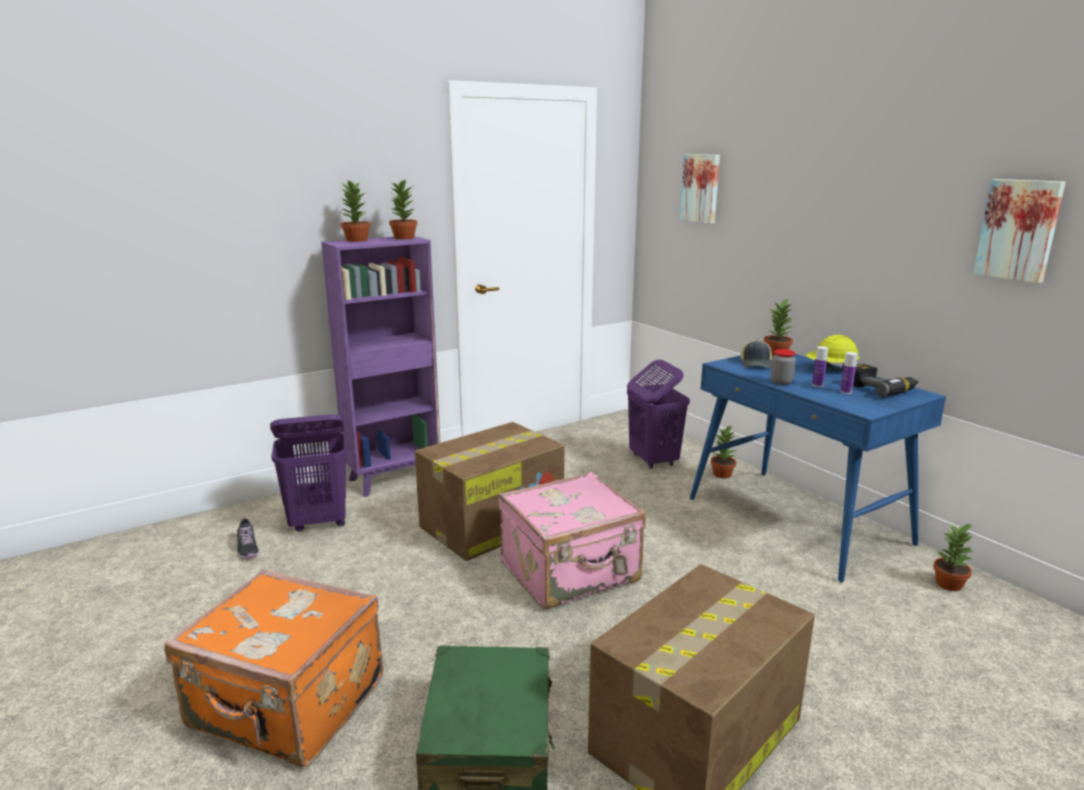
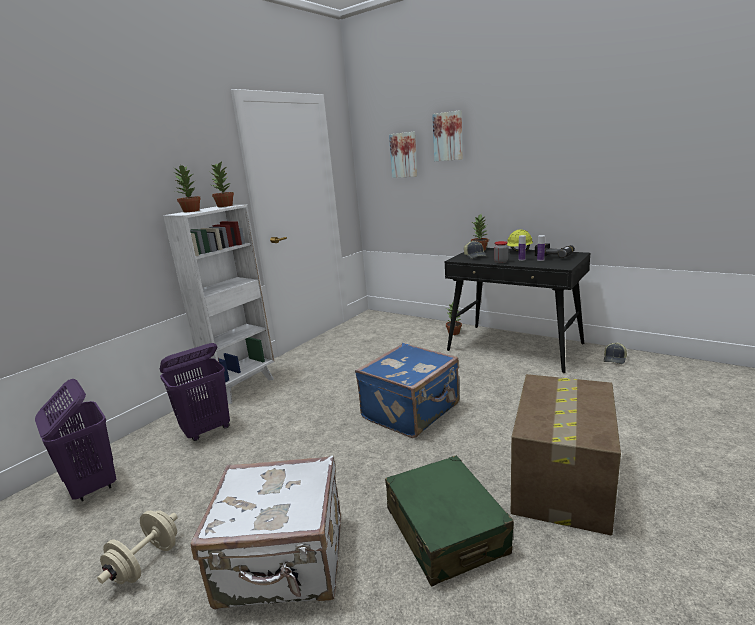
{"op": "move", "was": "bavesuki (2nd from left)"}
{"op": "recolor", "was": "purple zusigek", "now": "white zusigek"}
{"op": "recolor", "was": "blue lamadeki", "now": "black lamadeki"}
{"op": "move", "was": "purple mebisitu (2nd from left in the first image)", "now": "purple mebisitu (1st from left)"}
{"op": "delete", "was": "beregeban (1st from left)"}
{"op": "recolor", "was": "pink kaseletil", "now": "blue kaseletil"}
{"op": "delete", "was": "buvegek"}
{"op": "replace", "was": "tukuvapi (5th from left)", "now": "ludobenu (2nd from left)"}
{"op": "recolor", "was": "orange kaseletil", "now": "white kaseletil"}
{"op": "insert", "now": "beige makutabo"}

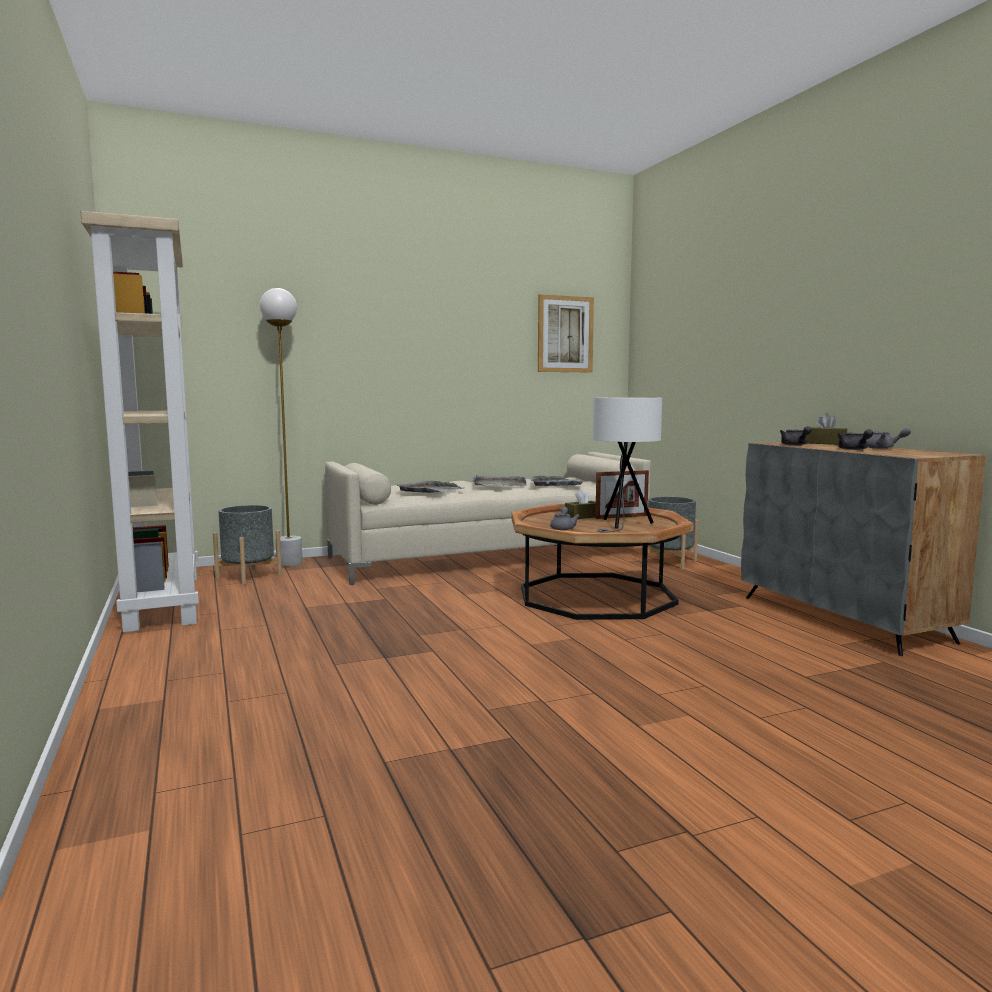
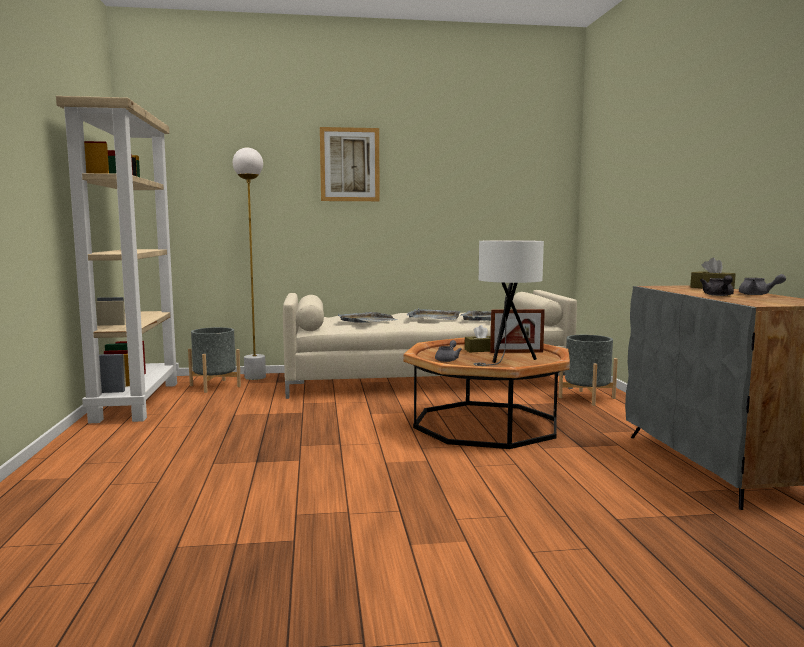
{"op": "move", "was": "bavesuki"}
{"op": "delete", "was": "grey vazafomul (2nd from left)"}

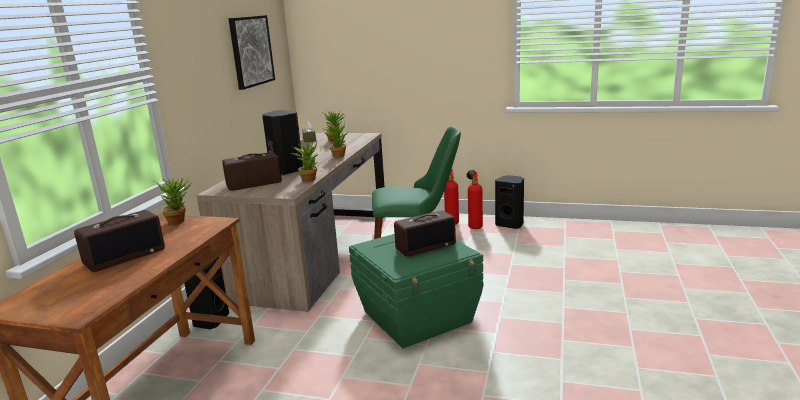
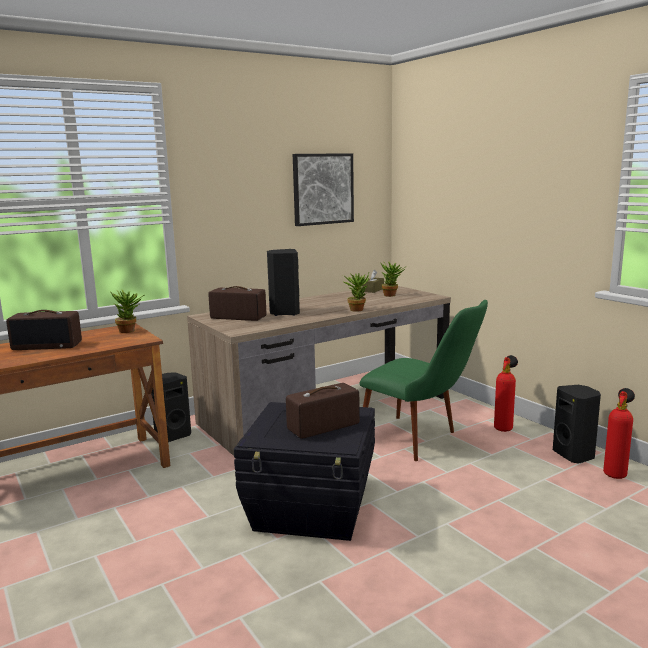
{"op": "delete", "was": "tukuvapi (2nd from left)"}
{"op": "move", "was": "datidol (2nd from left)"}
{"op": "rotate", "was": "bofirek (3rd from left)", "clockwise": 135}
{"op": "recolor", "was": "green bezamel", "now": "black bezamel"}

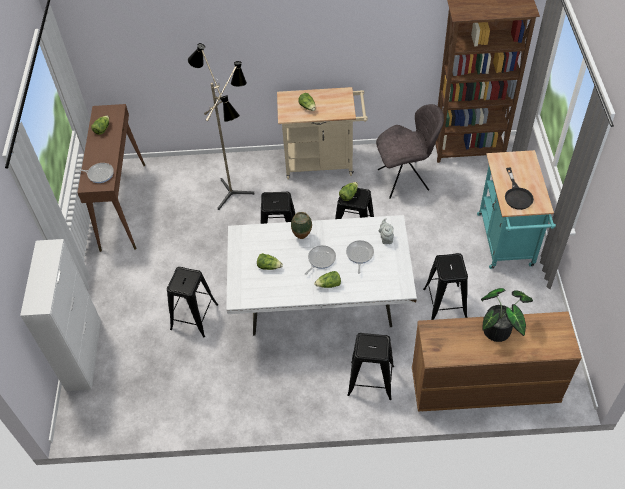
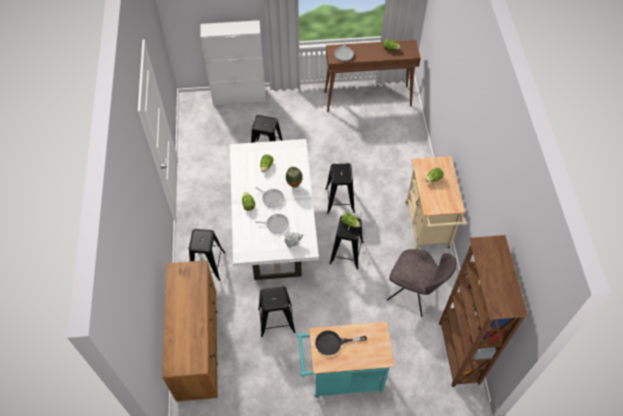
{"op": "delete", "was": "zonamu"}
{"op": "rotate", "was": "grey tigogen", "clockwise": -45}
{"op": "delete", "was": "tukuvapi"}

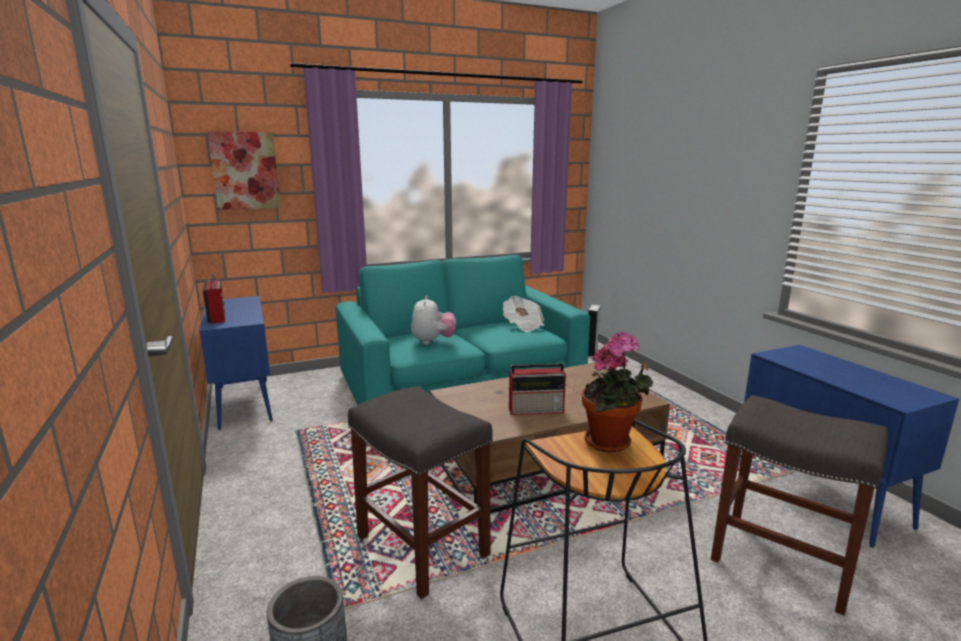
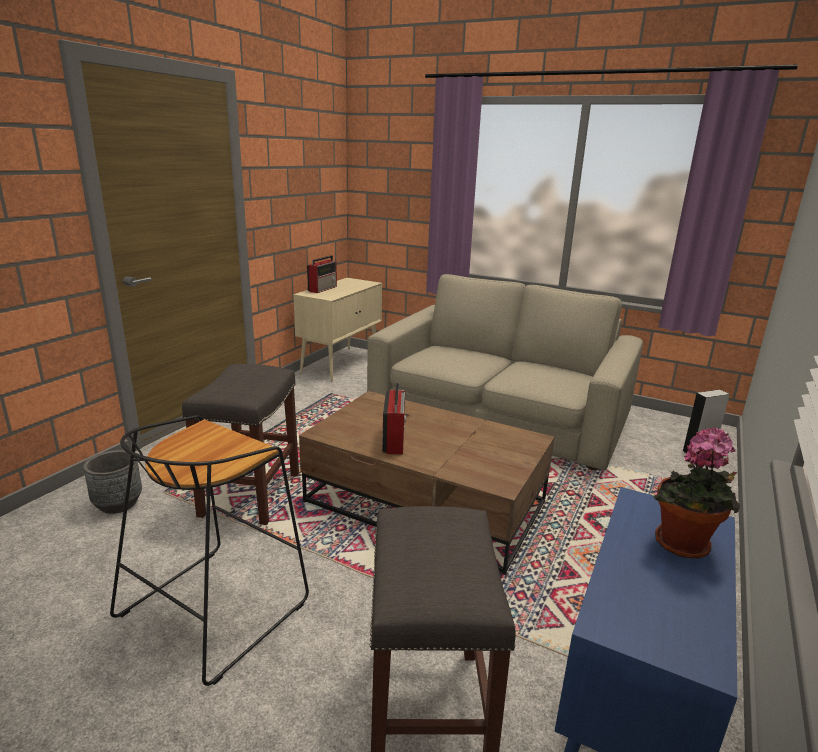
{"op": "delete", "was": "bavesuki"}
{"op": "recolor", "was": "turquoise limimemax", "now": "beige limimemax"}
{"op": "recolor", "was": "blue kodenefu (1st from left)", "now": "beige kodenefu"}
{"op": "delete", "was": "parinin"}
{"op": "delete", "was": "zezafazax"}
{"op": "move", "was": "tukuvapi"}
{"op": "rotate", "was": "bofirek (2nd from left)", "clockwise": -135}

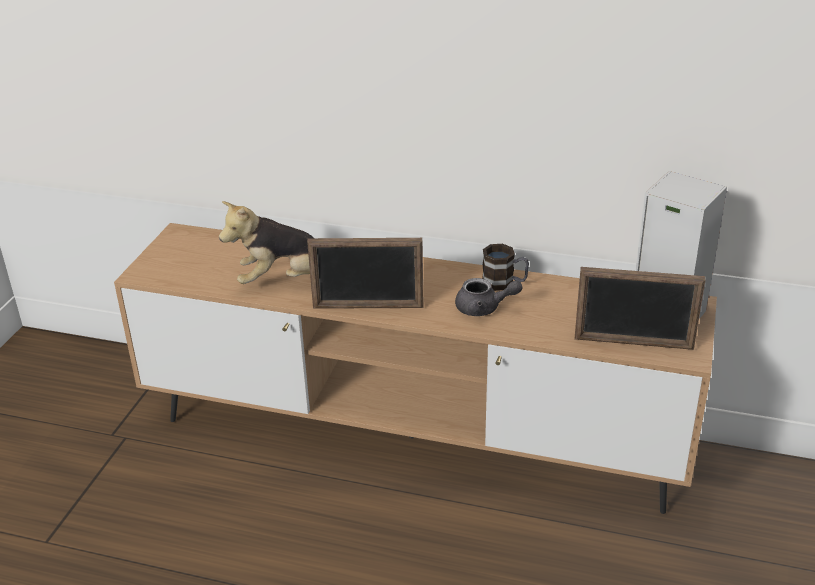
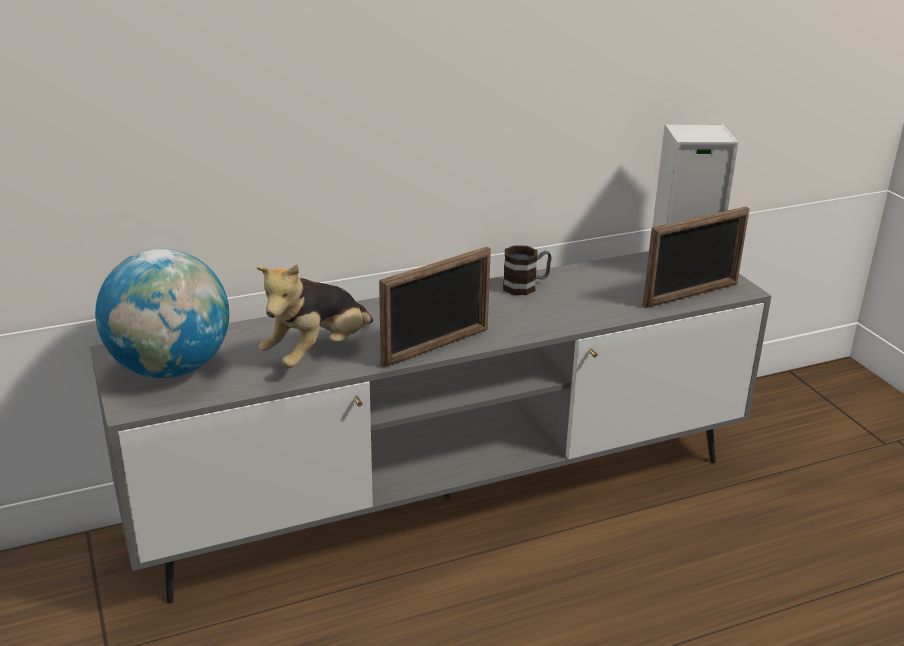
{"op": "recolor", "was": "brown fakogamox", "now": "grey fakogamox"}
{"op": "delete", "was": "grey vazafomul"}
{"op": "insert", "now": "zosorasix"}

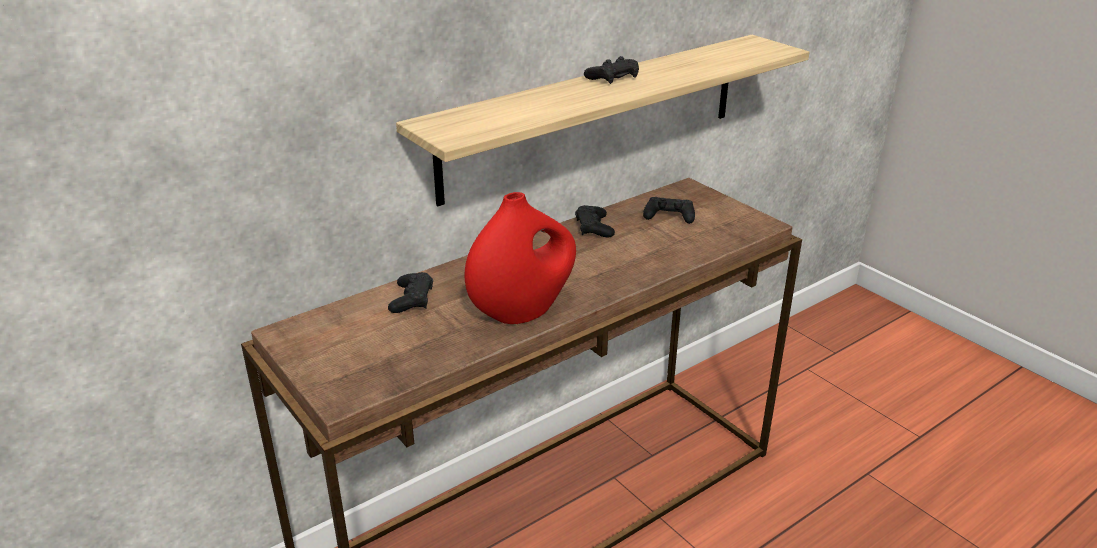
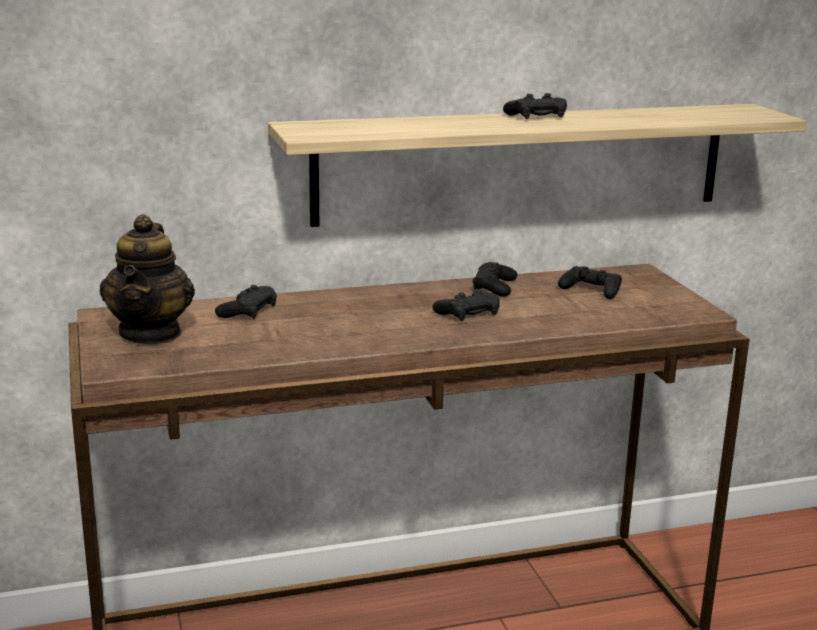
{"op": "delete", "was": "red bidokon"}
{"op": "insert", "now": "vazafomul"}
{"op": "insert", "now": "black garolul (2nd from left)"}

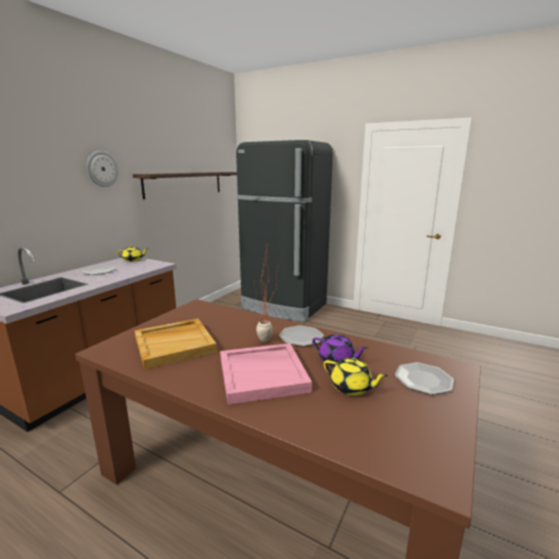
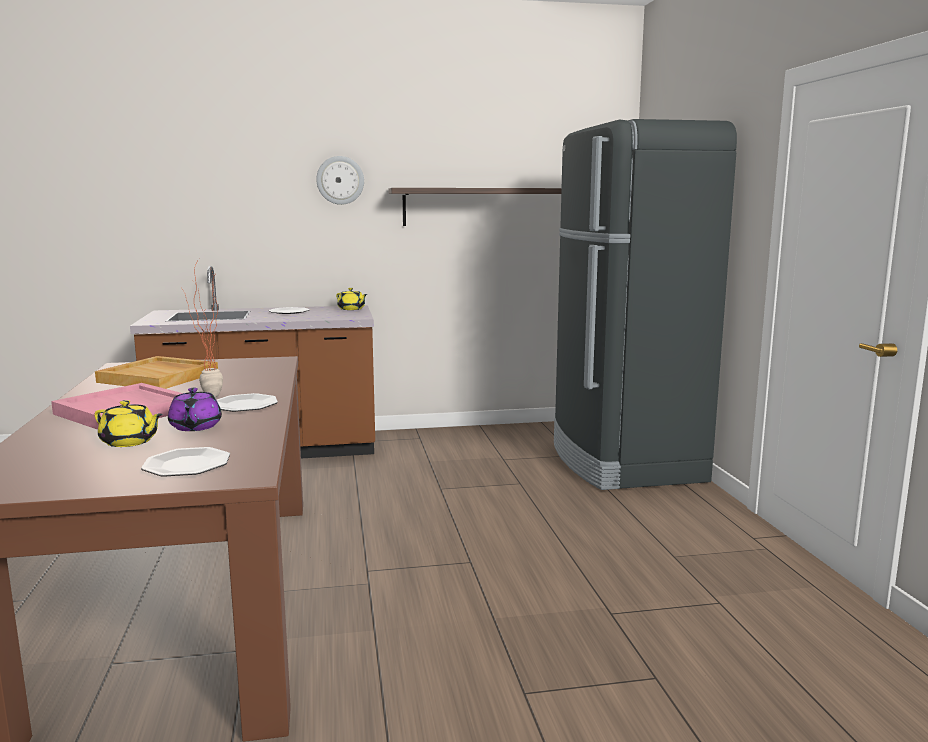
{"op": "rotate", "was": "yellow vazafomul (2nd from left in the first image)", "clockwise": -60}

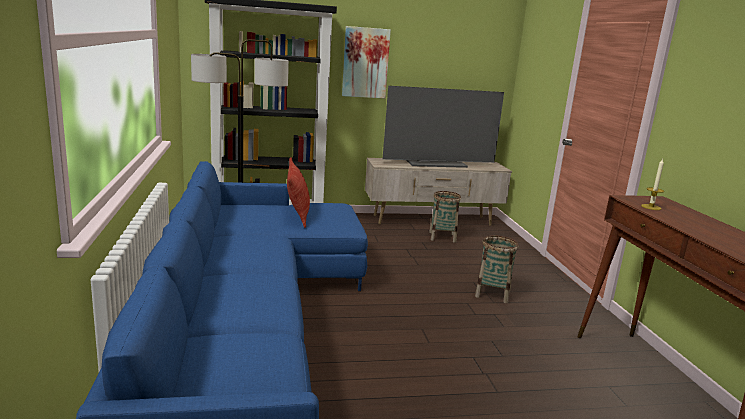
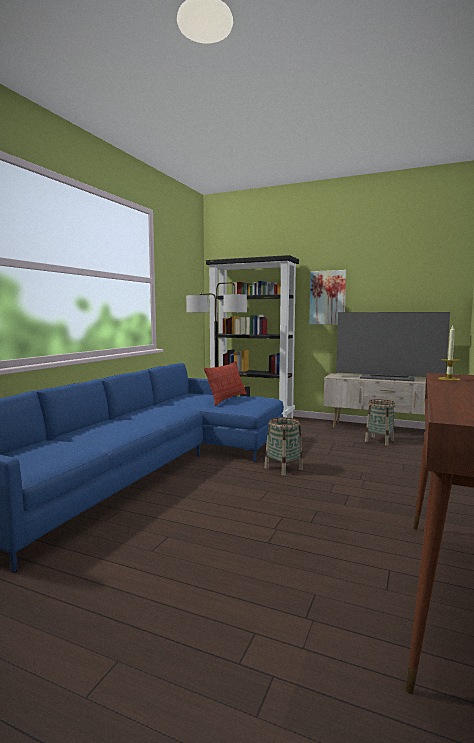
{"op": "move", "was": "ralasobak (2nd from left in the first image)", "now": "ralasobak (1st from left)"}

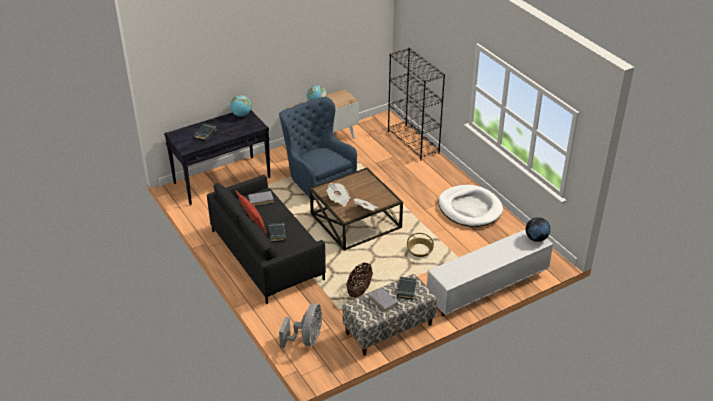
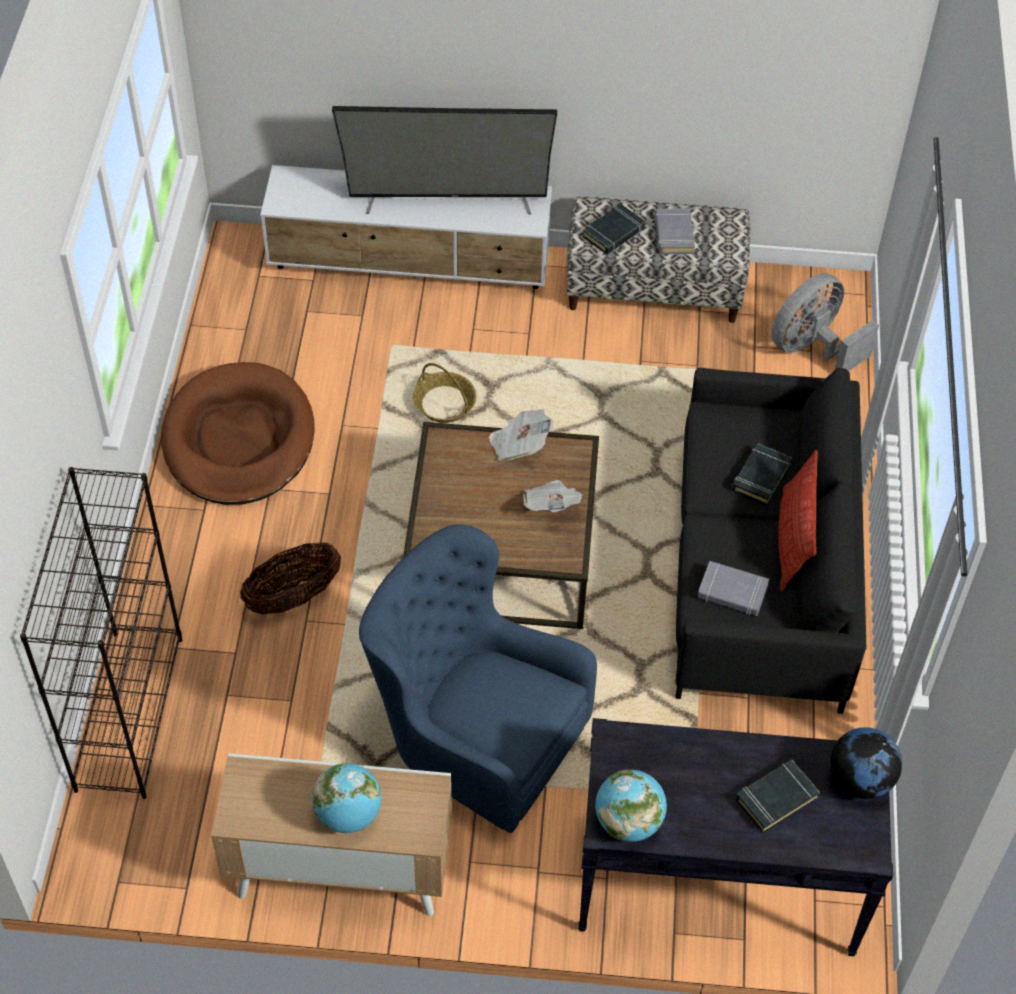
{"op": "rotate", "was": "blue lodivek", "clockwise": 120}
{"op": "recolor", "was": "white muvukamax", "now": "brown muvukamax"}
{"op": "move", "was": "zosorasix (3rd from left)"}
{"op": "move", "was": "ralasobak (1st from left)"}
{"op": "insert", "now": "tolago"}

